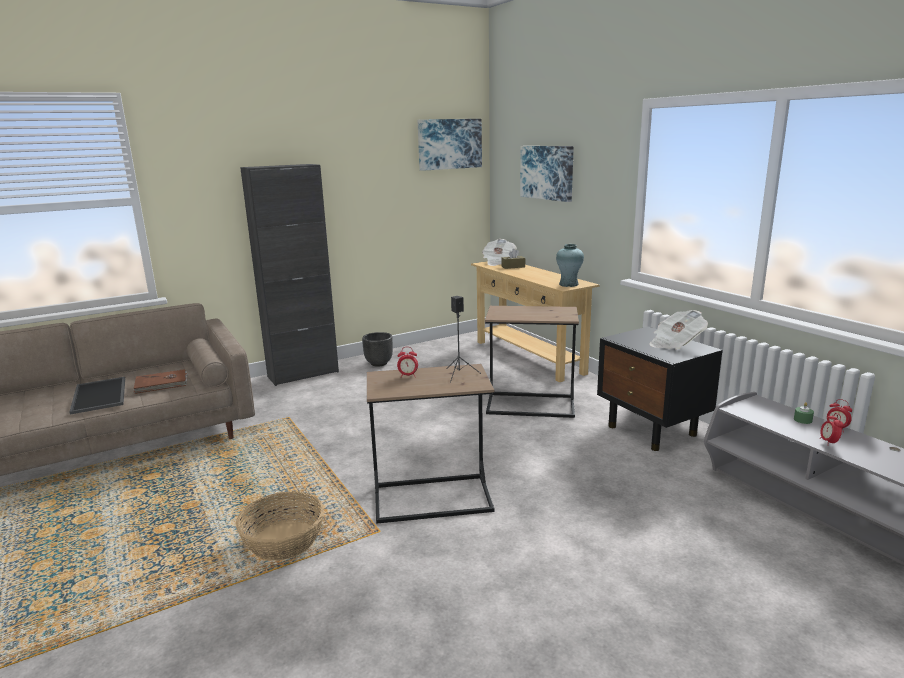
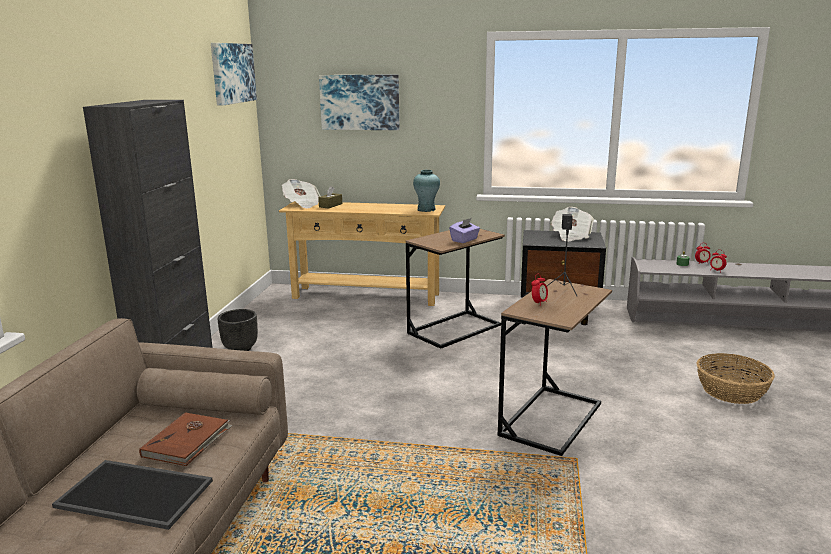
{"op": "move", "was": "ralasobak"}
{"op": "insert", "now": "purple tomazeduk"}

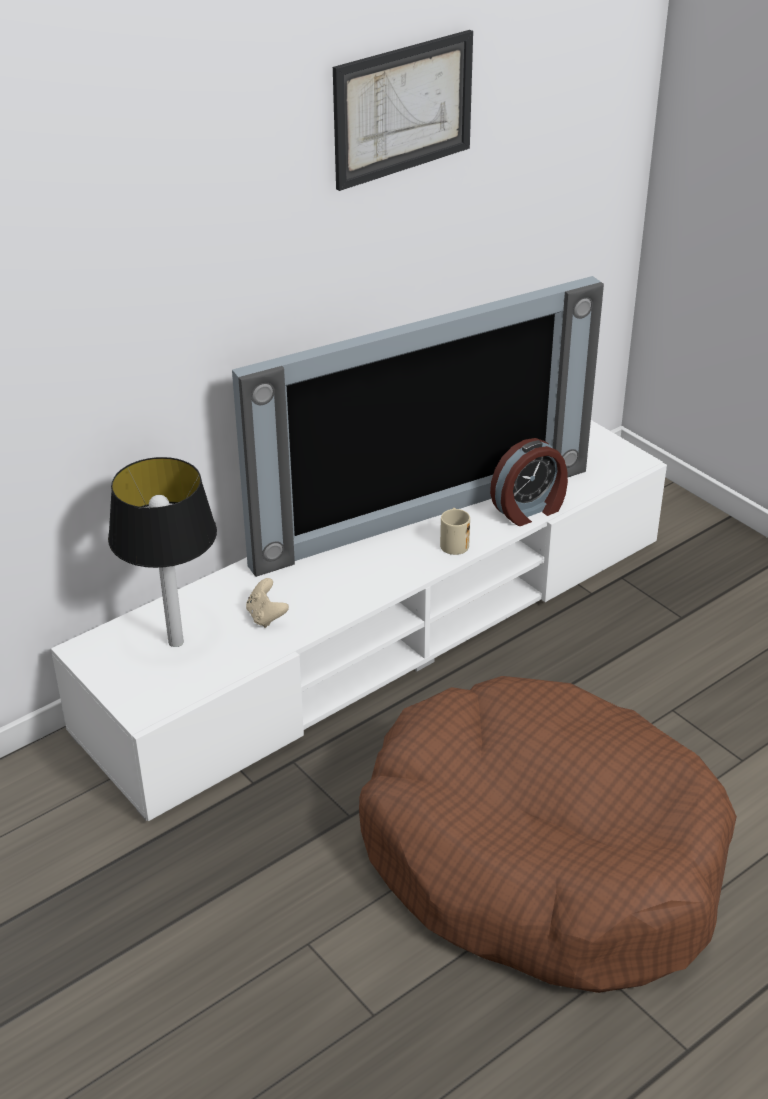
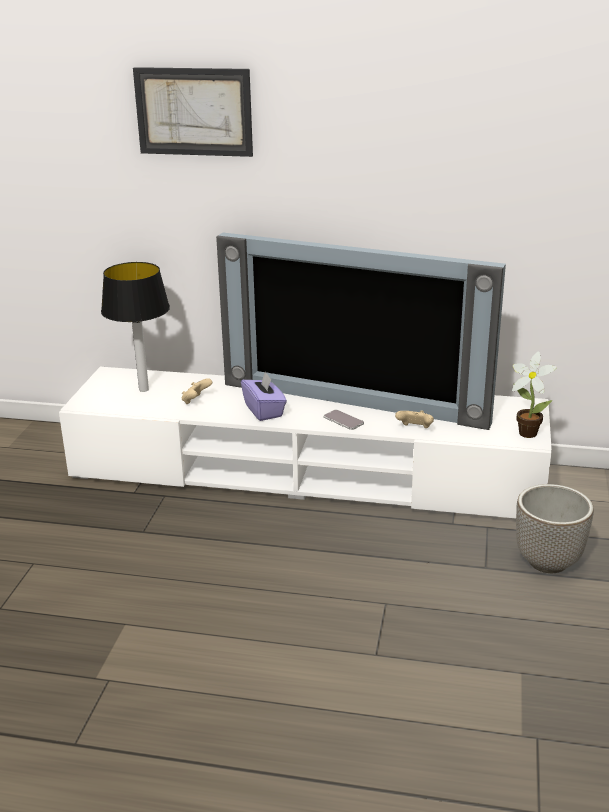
{"op": "move", "was": "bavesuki"}
{"op": "replace", "was": "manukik", "now": "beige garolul (2nd from left)"}
{"op": "replace", "was": "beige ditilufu", "now": "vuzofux"}
{"op": "delete", "was": "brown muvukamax"}
{"op": "insert", "now": "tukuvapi"}
{"op": "insert", "now": "purple tomazeduk"}
{"op": "insert", "now": "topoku"}

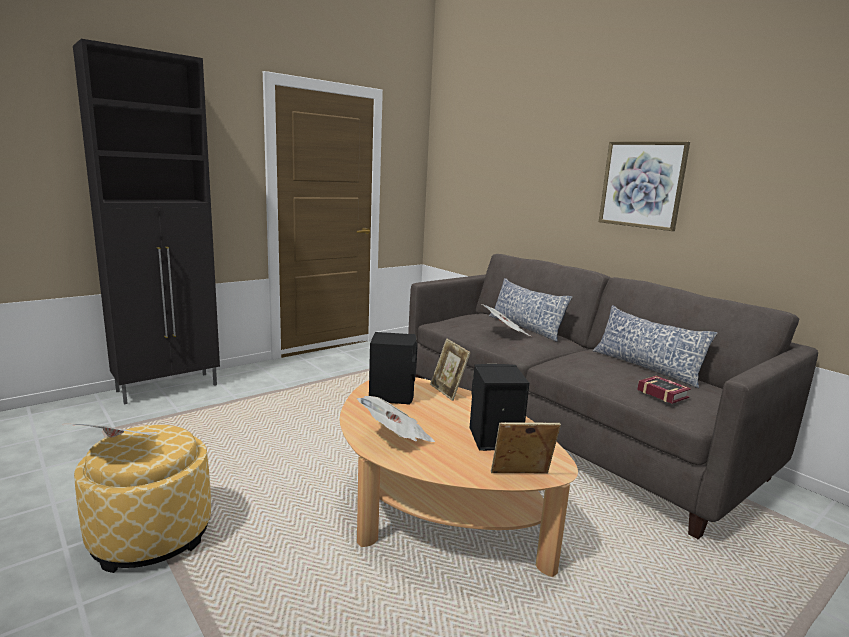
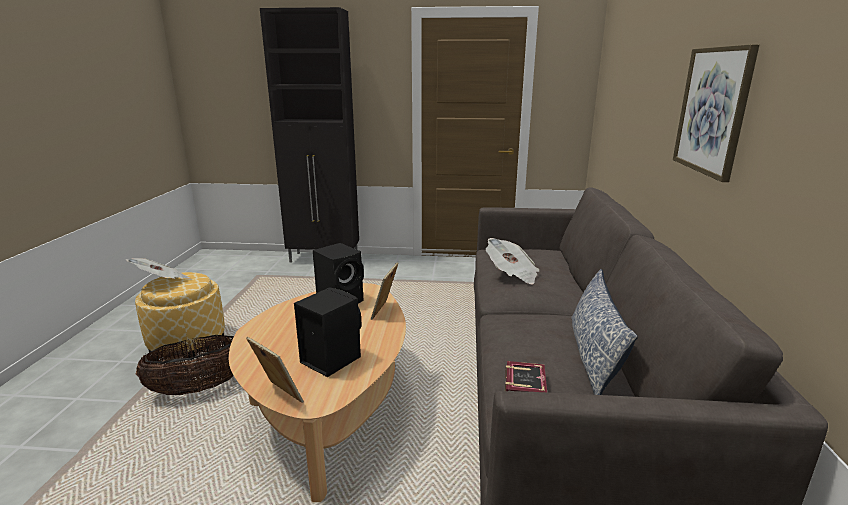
{"op": "delete", "was": "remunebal (1st from left)"}
{"op": "delete", "was": "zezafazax (2nd from left)"}
{"op": "insert", "now": "ralasobak"}

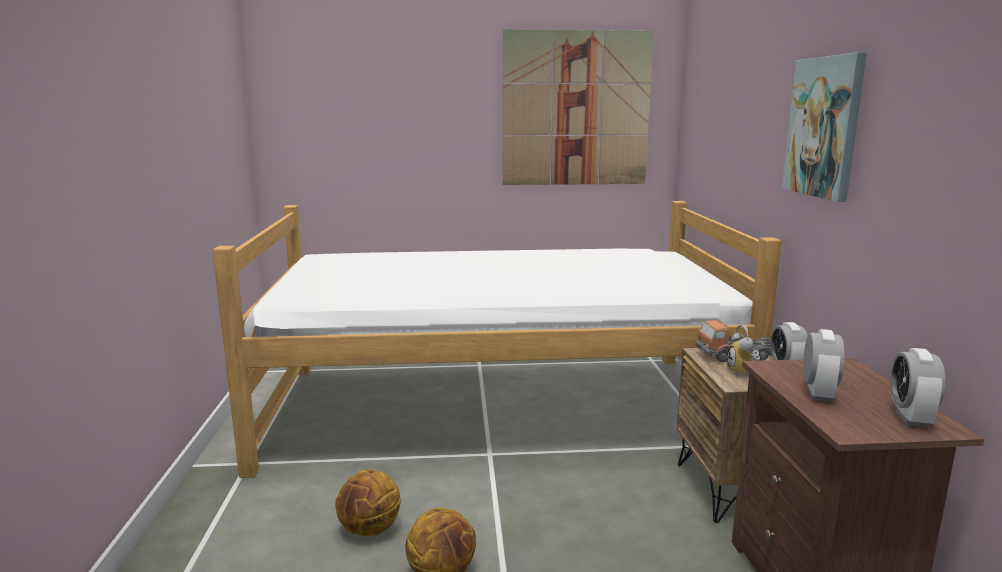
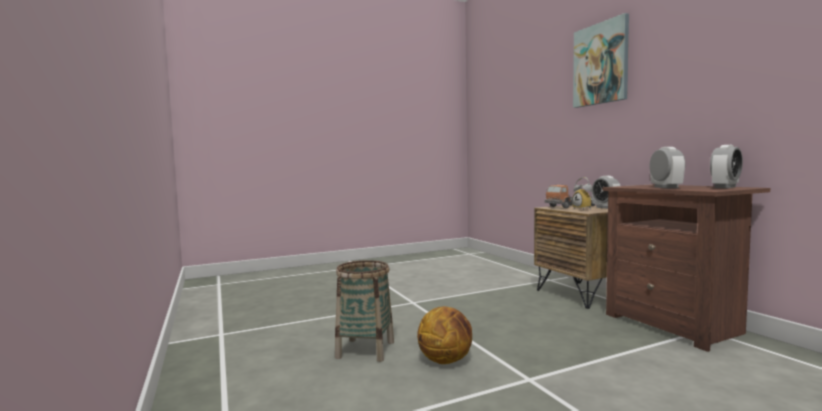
{"op": "delete", "was": "bavesuki (1st from left)"}
{"op": "delete", "was": "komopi"}
{"op": "rotate", "was": "manukik (4th from left)", "clockwise": -120}
{"op": "replace", "was": "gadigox (1st from left)", "now": "ralasobak"}

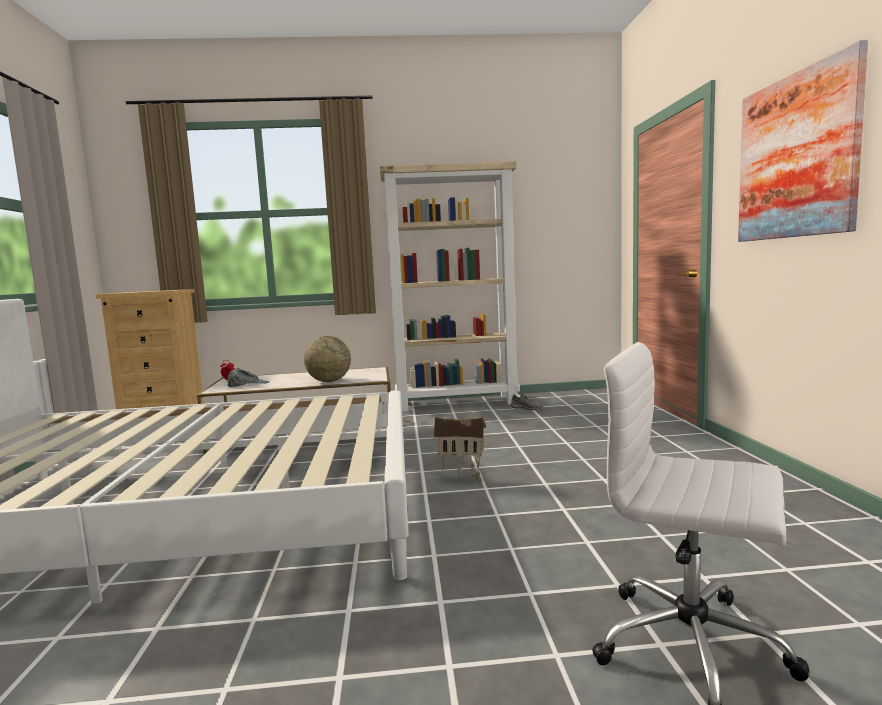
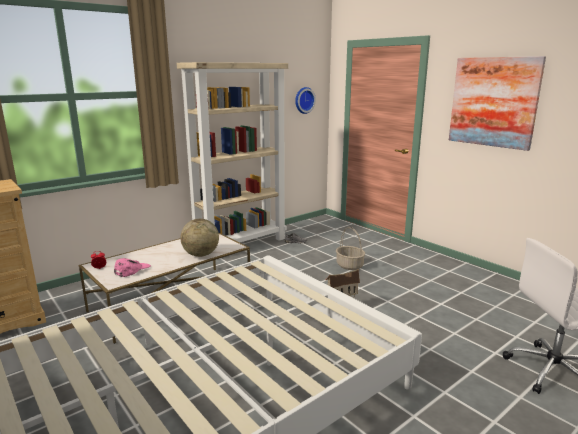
{"op": "recolor", "was": "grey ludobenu", "now": "pink ludobenu"}
{"op": "insert", "now": "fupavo"}
{"op": "insert", "now": "ralasobak"}

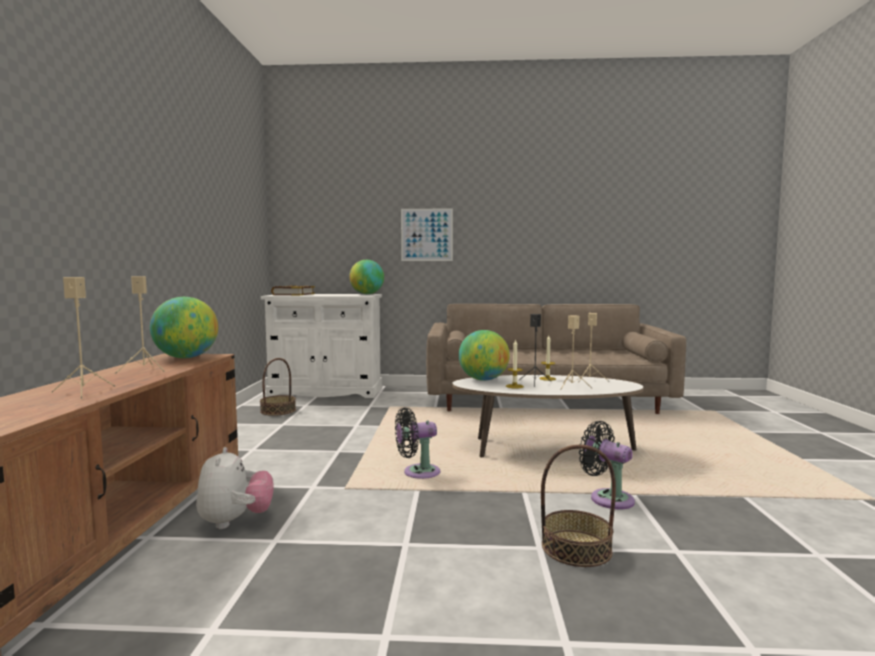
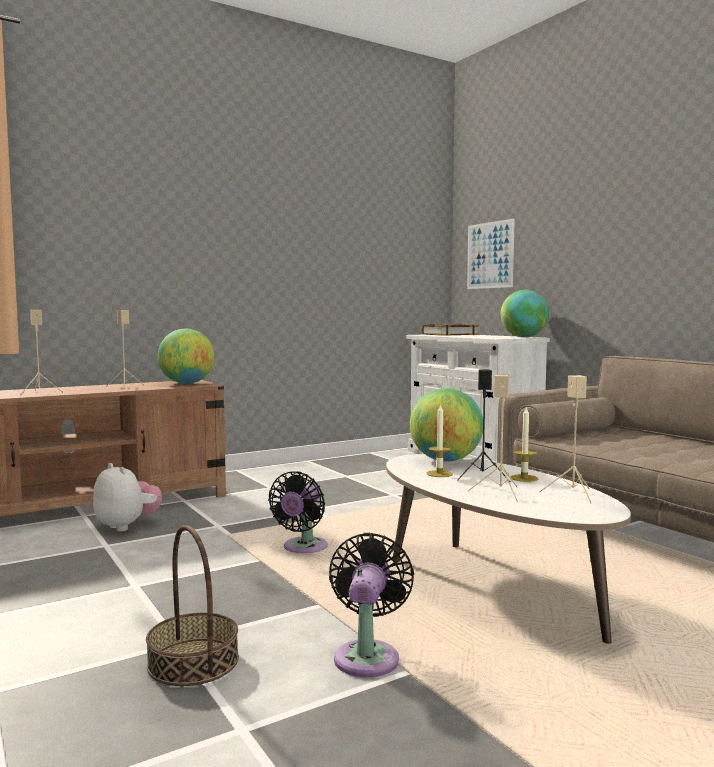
{"op": "move", "was": "bavesuki"}
{"op": "delete", "was": "ralasobak (1st from left)"}
{"op": "rotate", "was": "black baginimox (1st from left)", "clockwise": -105}
{"op": "rotate", "was": "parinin", "clockwise": -90}

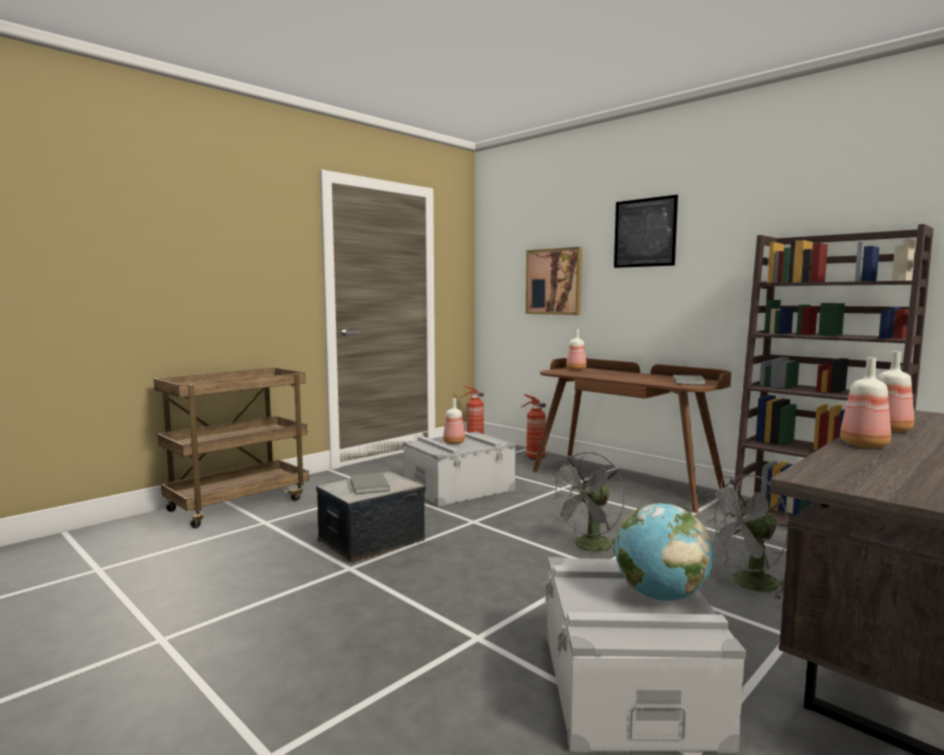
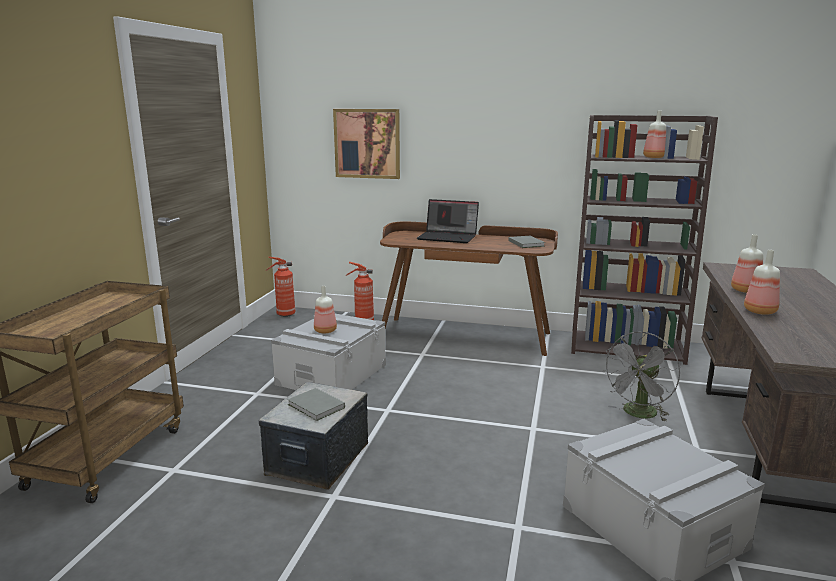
{"op": "delete", "was": "bavesuki (2nd from left)"}
{"op": "move", "was": "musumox (2nd from left)"}
{"op": "delete", "was": "grey baginimox (1st from left)"}
{"op": "delete", "was": "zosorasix"}
{"op": "insert", "now": "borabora"}

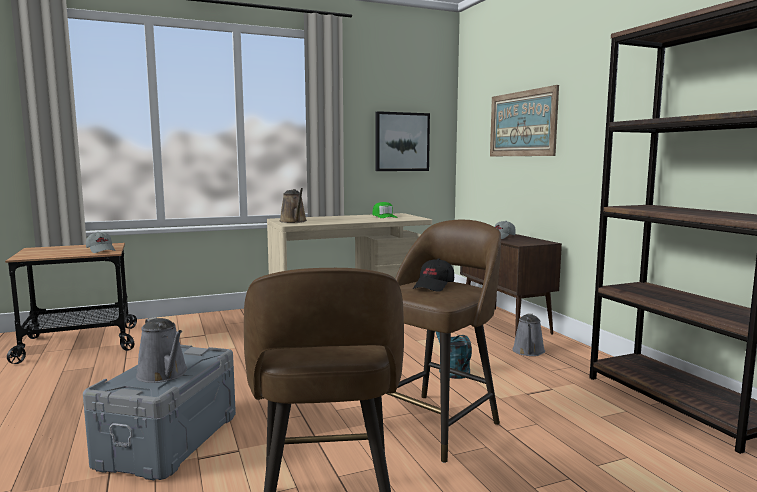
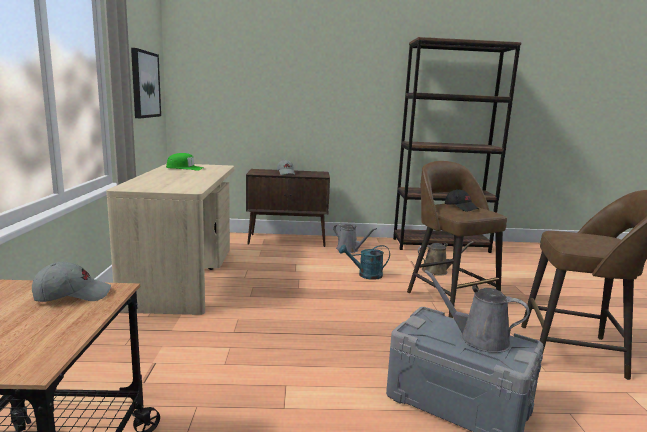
{"op": "delete", "was": "bavesuki (2nd from left)"}
{"op": "move", "was": "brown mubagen"}
{"op": "rotate", "was": "grey mubagen (1st from left in the first image)", "clockwise": -135}

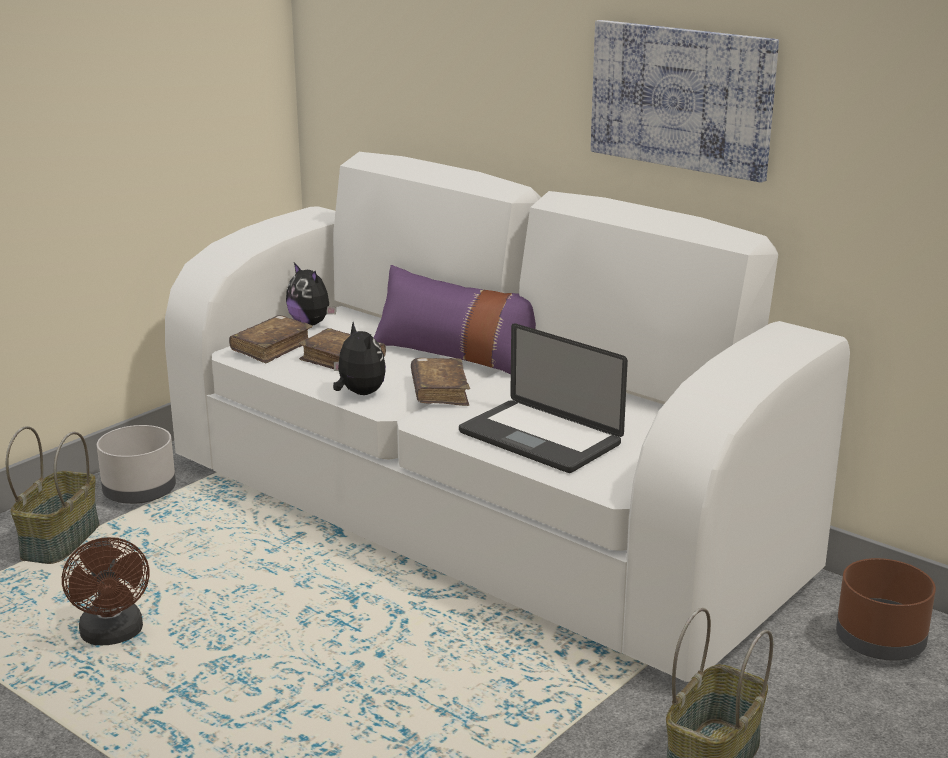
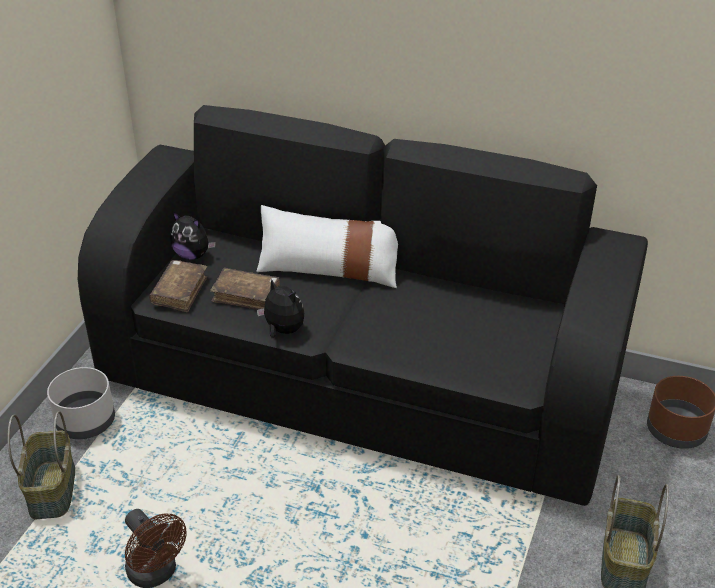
{"op": "delete", "was": "bavesuki"}
{"op": "recolor", "was": "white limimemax", "now": "black limimemax"}
{"op": "recolor", "was": "purple remunebal", "now": "white remunebal"}
{"op": "delete", "was": "borabora"}
{"op": "delete", "was": "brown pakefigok (3rd from left)"}

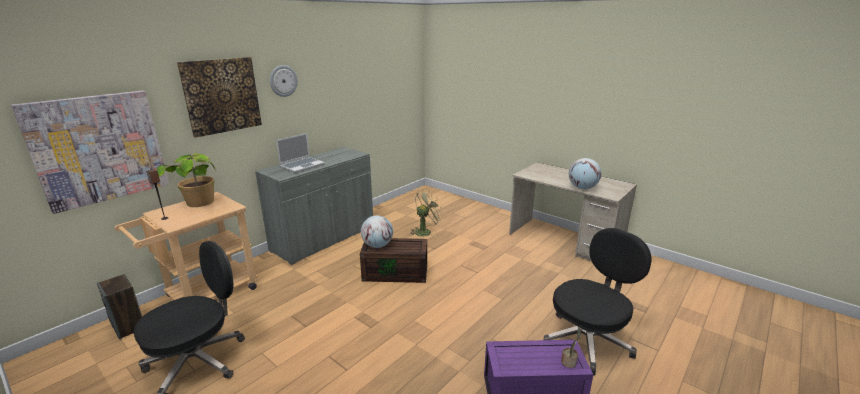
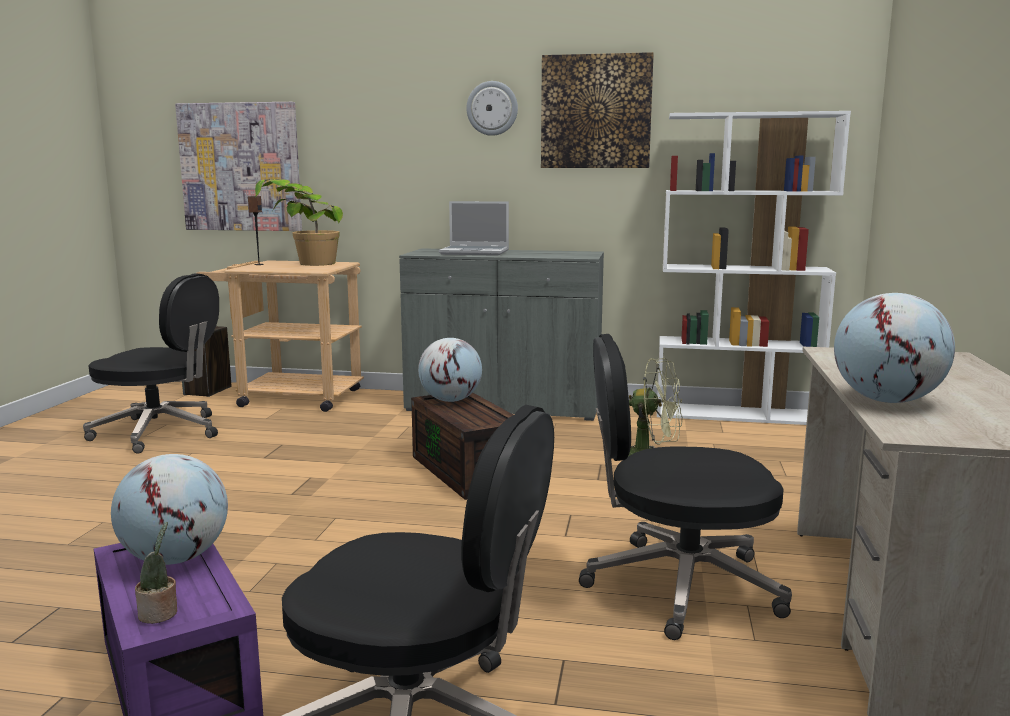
{"op": "move", "was": "bavesuki (2nd from left)"}
{"op": "insert", "now": "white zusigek"}
{"op": "insert", "now": "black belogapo (3rd from left)"}
{"op": "insert", "now": "zosorasix (1st from left)"}

